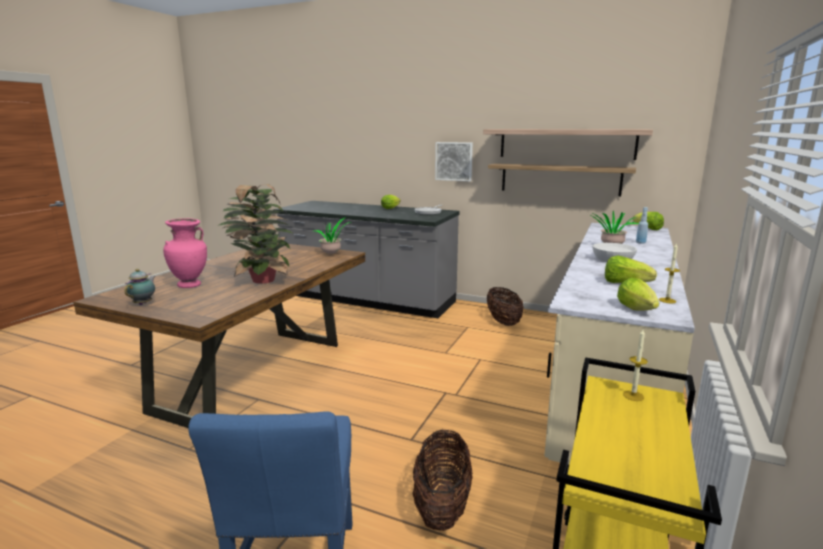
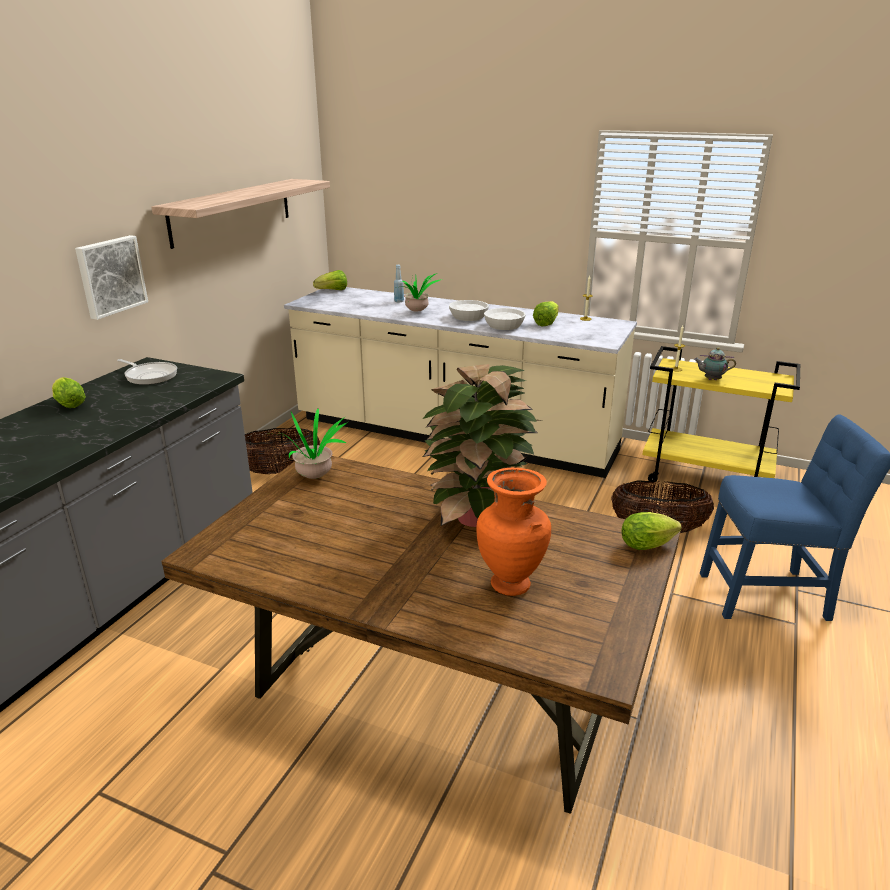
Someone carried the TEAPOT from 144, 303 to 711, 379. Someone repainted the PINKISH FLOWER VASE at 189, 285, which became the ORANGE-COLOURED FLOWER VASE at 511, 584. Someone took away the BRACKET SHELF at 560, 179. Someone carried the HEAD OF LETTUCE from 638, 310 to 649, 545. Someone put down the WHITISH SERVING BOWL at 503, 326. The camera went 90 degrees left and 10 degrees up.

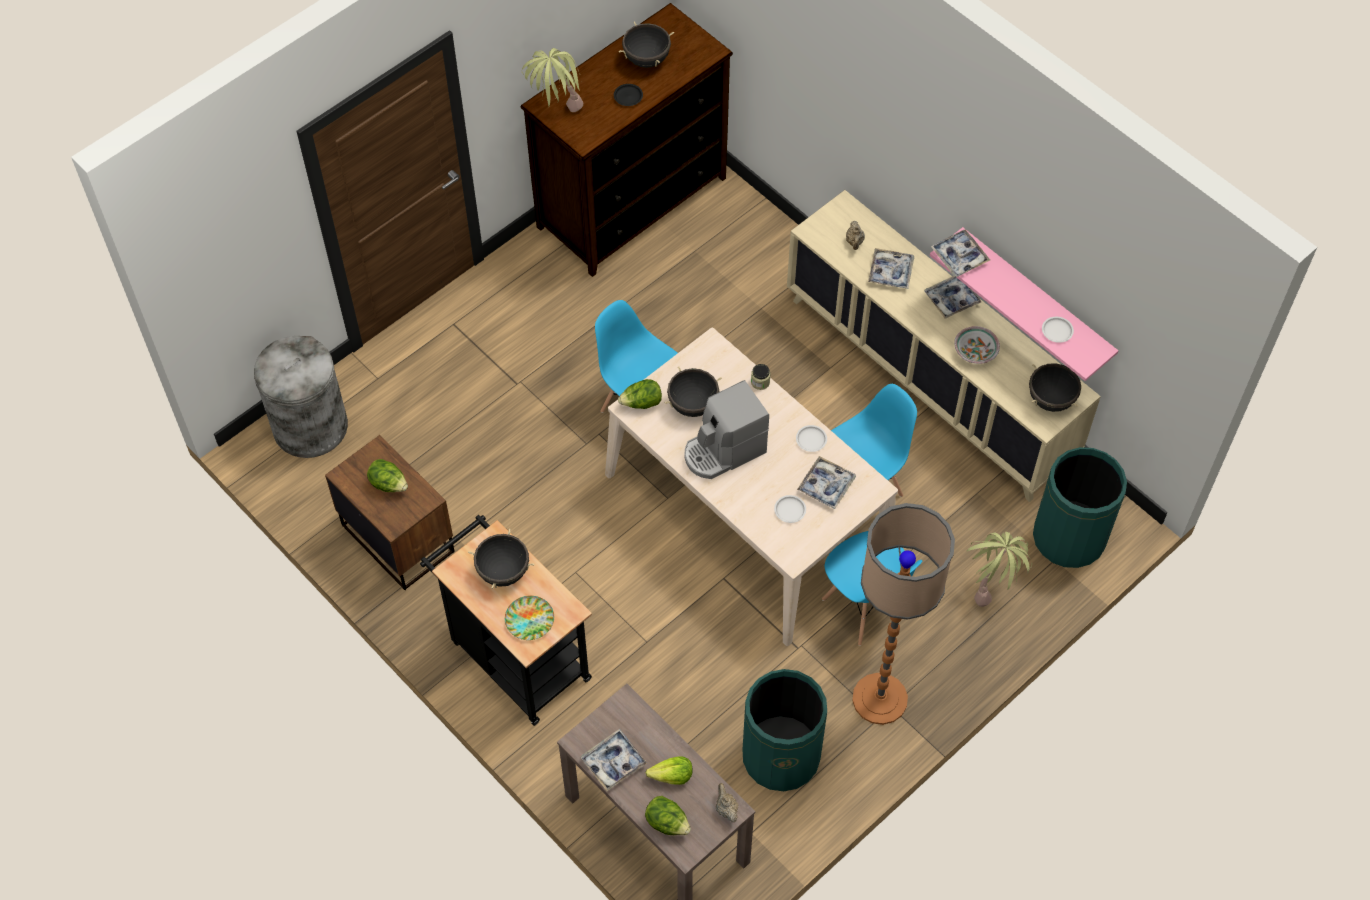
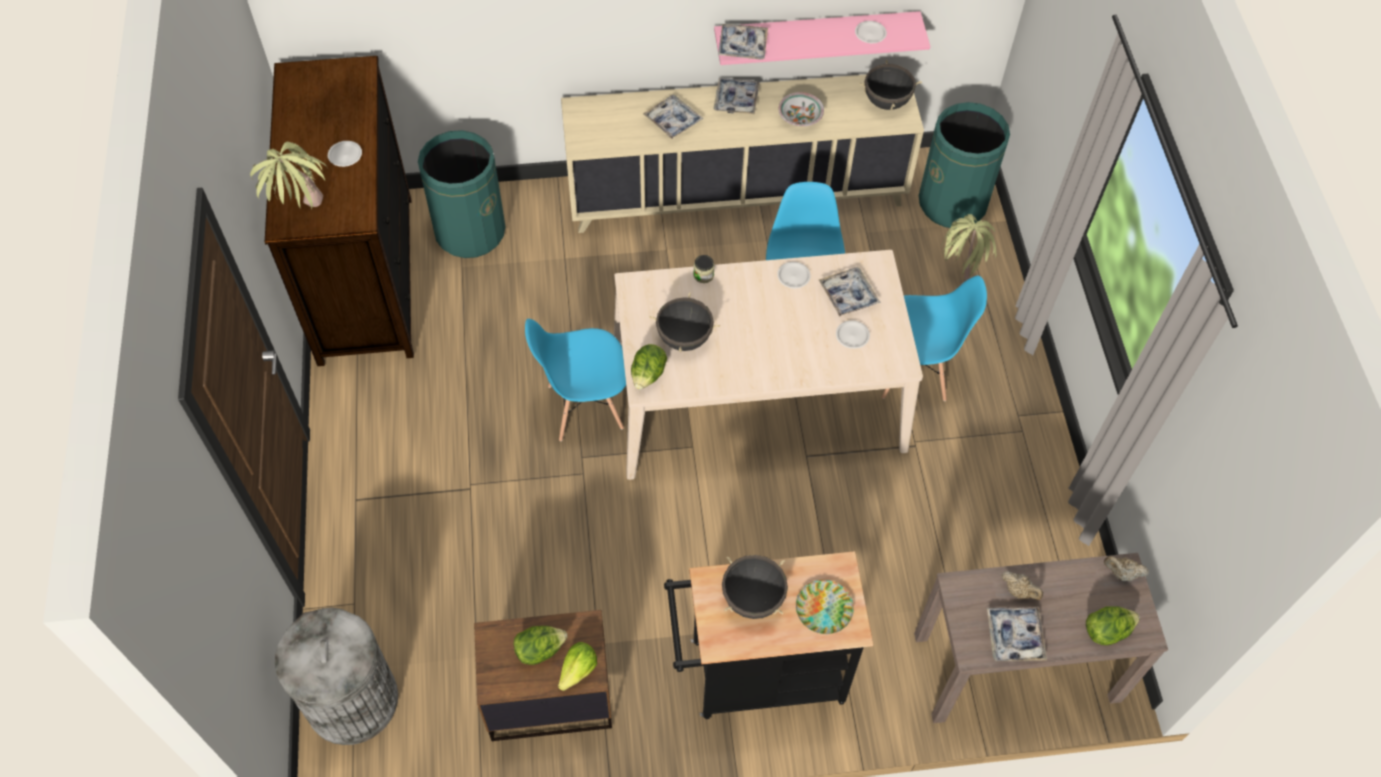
Someone repainted the BLACKISH PLATE at 628, 96, which became the WHITISH PLATE at 345, 156. Someone took away the BLACKISH STOCKPOT at 647, 59. Someone carried the HEAD OF LETTUCE from 671, 776 to 578, 670. Someone took away the COFFEE BREWER at 723, 451. Someone carried the GREENISH WASTE BIN from 781, 756 to 470, 231. Someone carried the BEIGE TEAPOT from 854, 242 to 1018, 591. Someone took away the FLOOR LAMP at 880, 699. The camera went 55 degrees left and 0 degrees up.

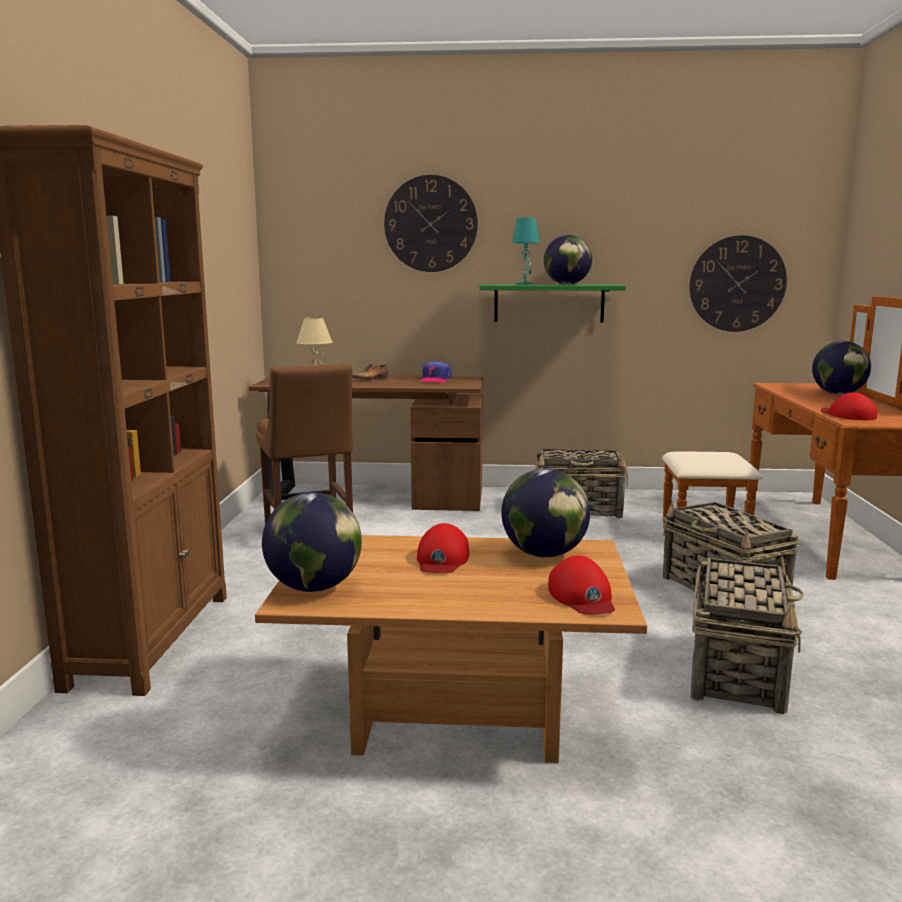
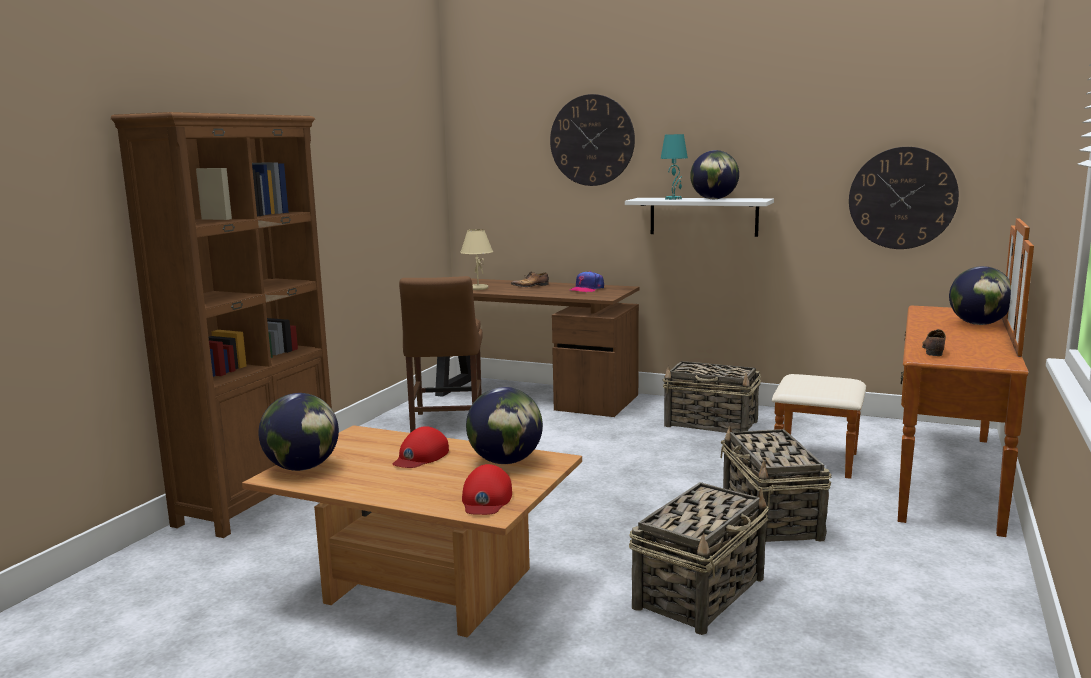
Someone repainted the GREENISH BRACKET SHELF at 549, 303, which became the WHITISH BRACKET SHELF at 703, 216. Someone swapped the RED-COLOURED CAP at 848, 415 for the SHOE at 933, 350. The camera went 20 degrees right and 0 degrees up.

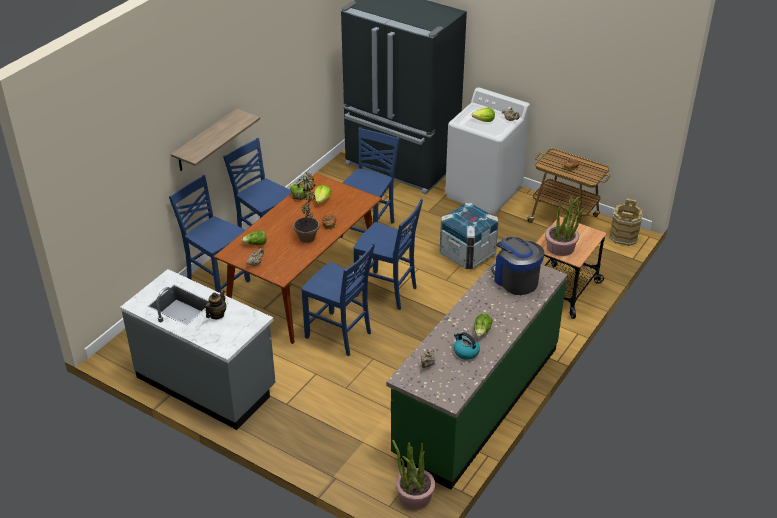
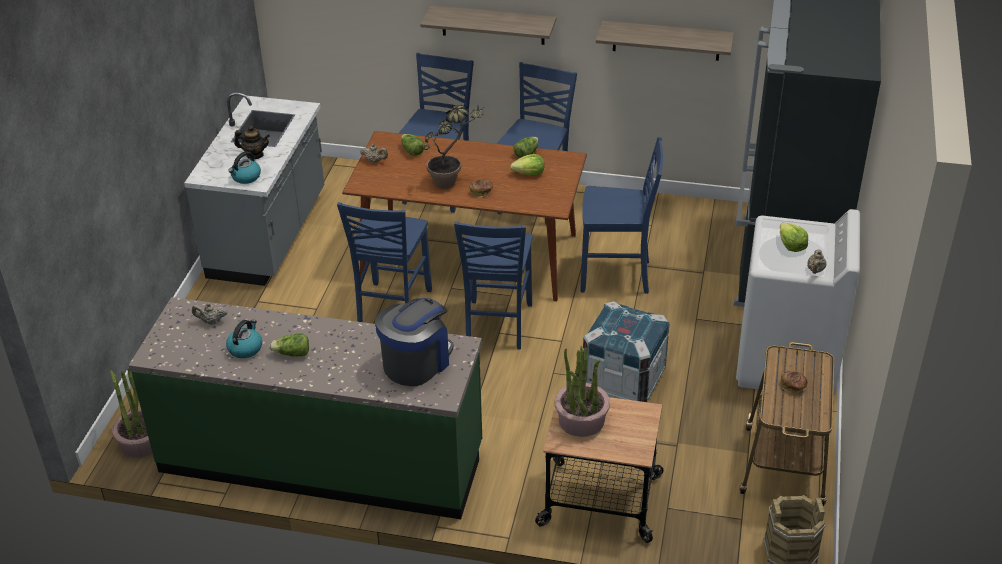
Someone put down the WATER KETTLE at 246, 177. Someone put up the BRACKET SHELF at 666, 40. The camera went 70 degrees right and 0 degrees up.

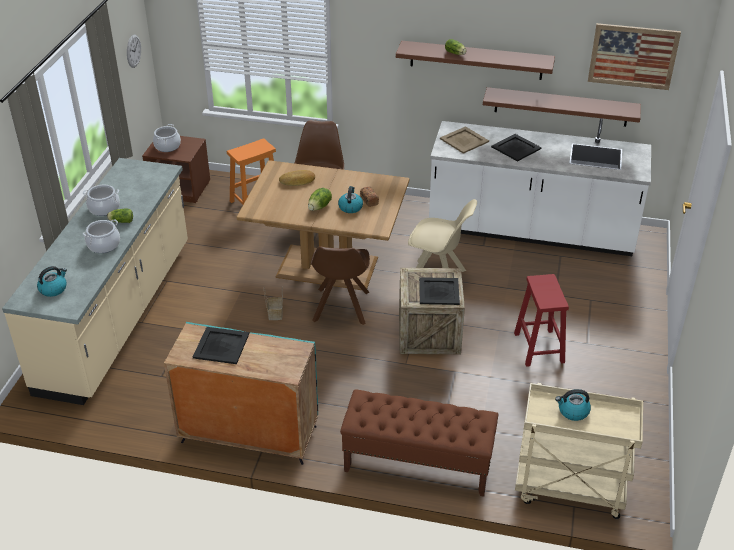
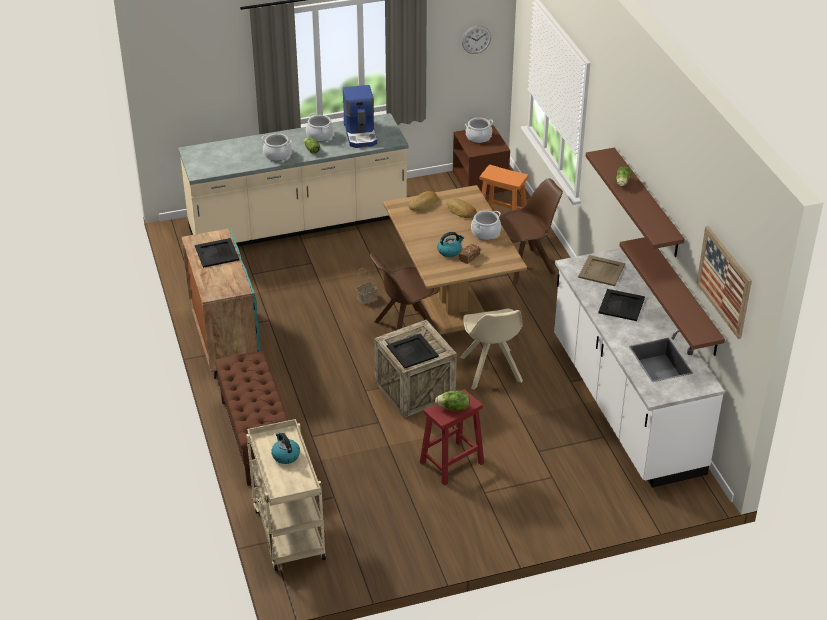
Someone took away the WATER KETTLE at 53, 289. Someone carried the HEAD OF LETTUCE from 320, 207 to 453, 408. Someone put down the COFFEE BREWER at 361, 134. Someone put down the BREAD at 423, 204. Someone put down the STOCKPOT at 485, 233. The camera went 60 degrees right and 0 degrees up.

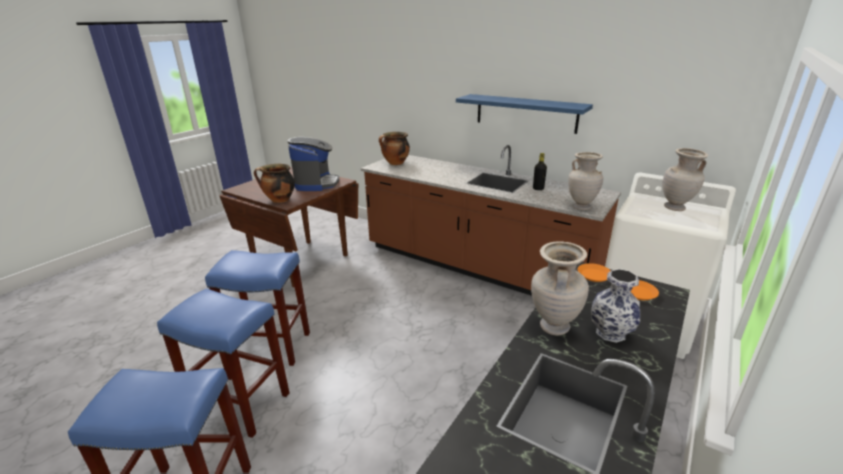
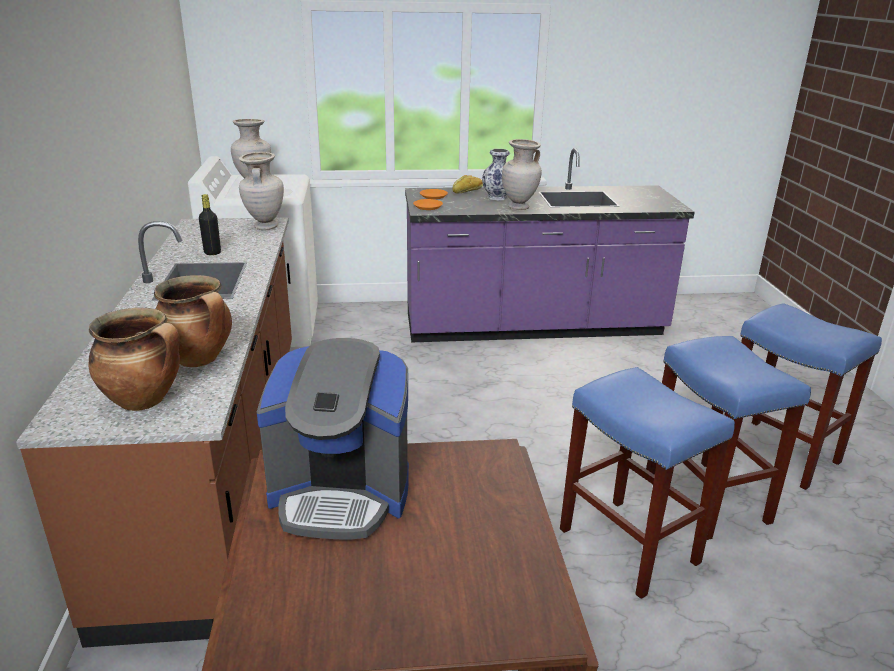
Someone carried the STOCKPOT from 279, 200 to 200, 359. Someone rotated the COFFEE BREWER at 316, 183 by 135 degrees counterclockwise. Someone took away the BLUE-COLOURED BRACKET SHELF at 525, 113. Someone put down the BREAD at 468, 191. The camera went 130 degrees left and 0 degrees up.

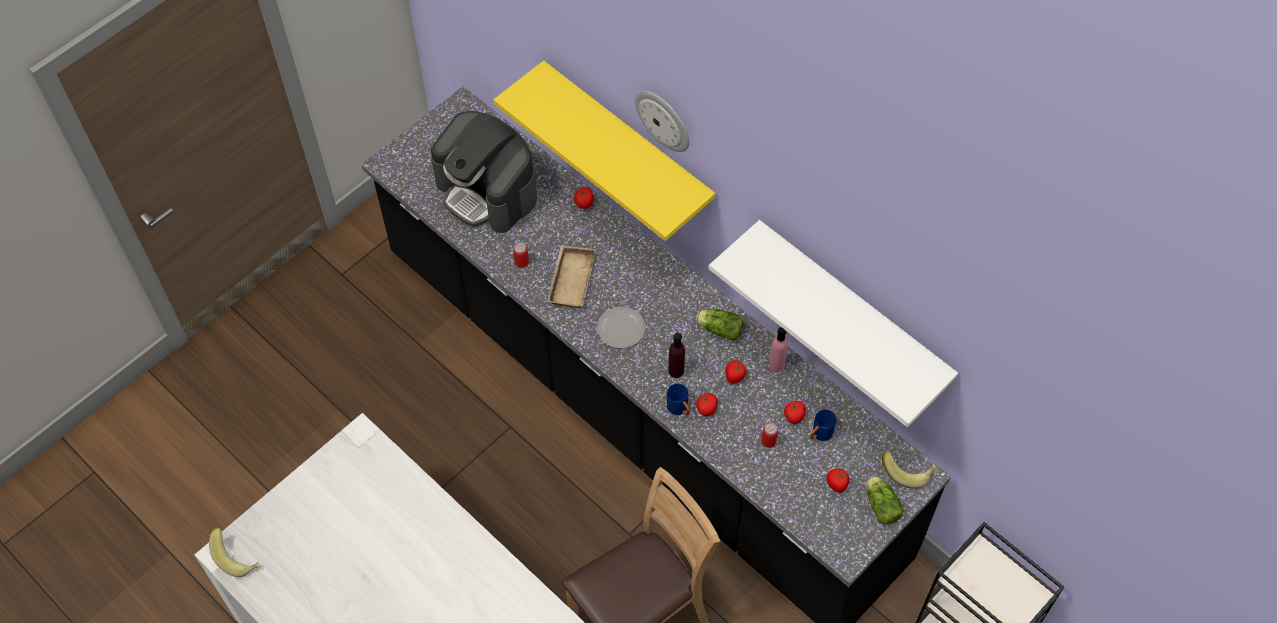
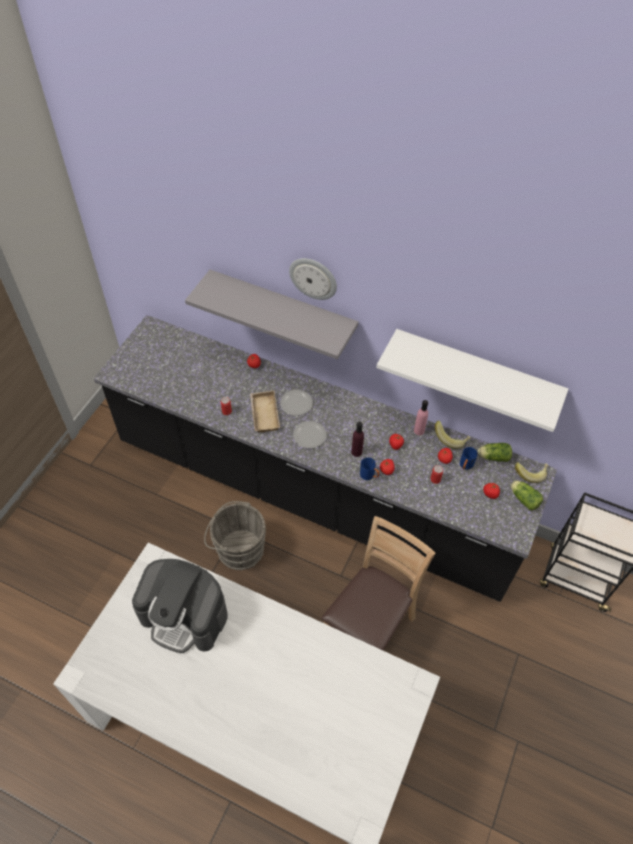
Someone carried the WHOLE BANANA from 238, 557 to 451, 438. Someone carried the COFFEE BREWER from 487, 191 to 185, 616. Someone repainted the YELLOW-COLOURED BRACKET SHELF at 627, 142, which became the GREY BRACKET SHELF at 282, 308. Someone carried the HEAD OF LETTUCE from 718, 329 to 492, 457. Someone put down the GREY BUCKET at 238, 548. Someone put down the PLATE at 297, 404. The camera went 20 degrees left and 5 degrees down.

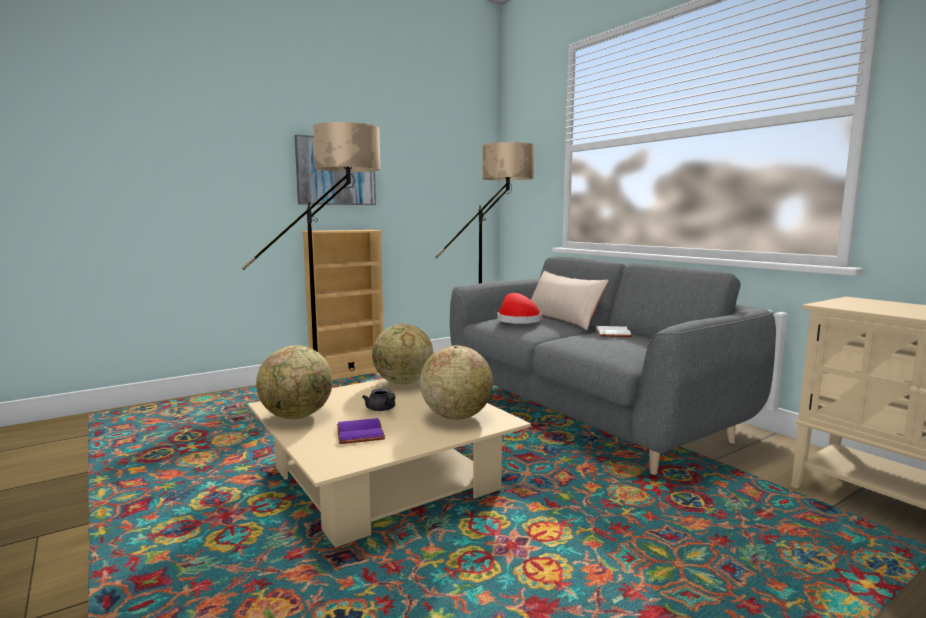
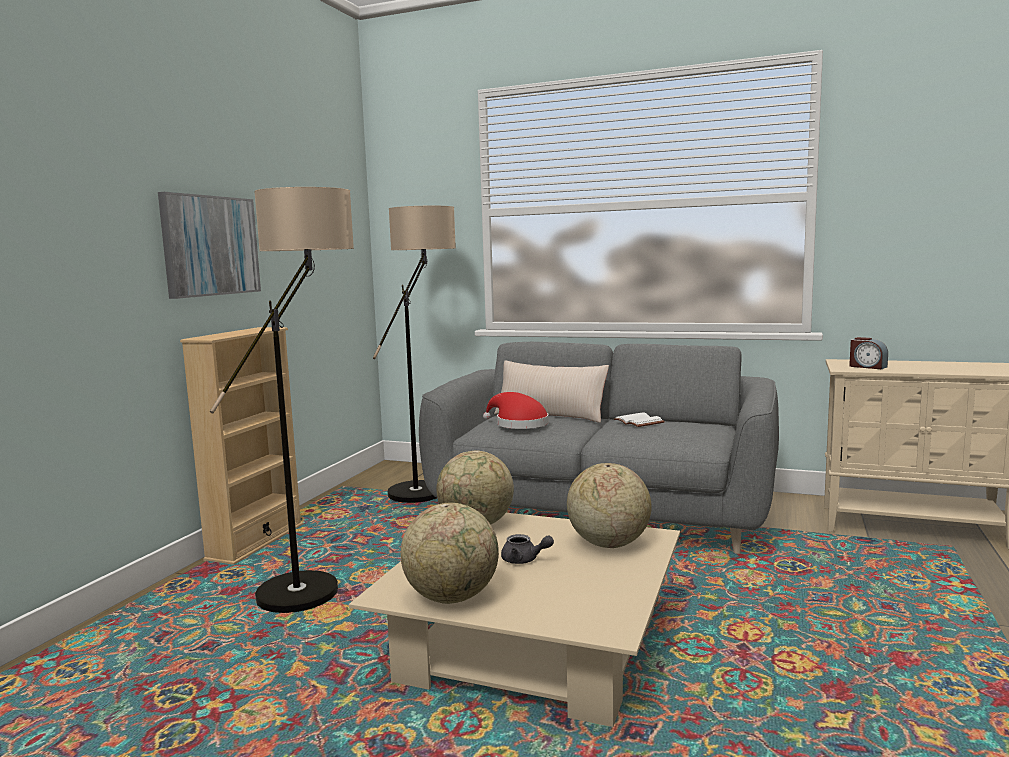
Someone took away the PURPLE BOOK at 361, 433. Someone put down the TABLE CLOCK at 867, 367. The camera went 35 degrees left and 0 degrees up.

